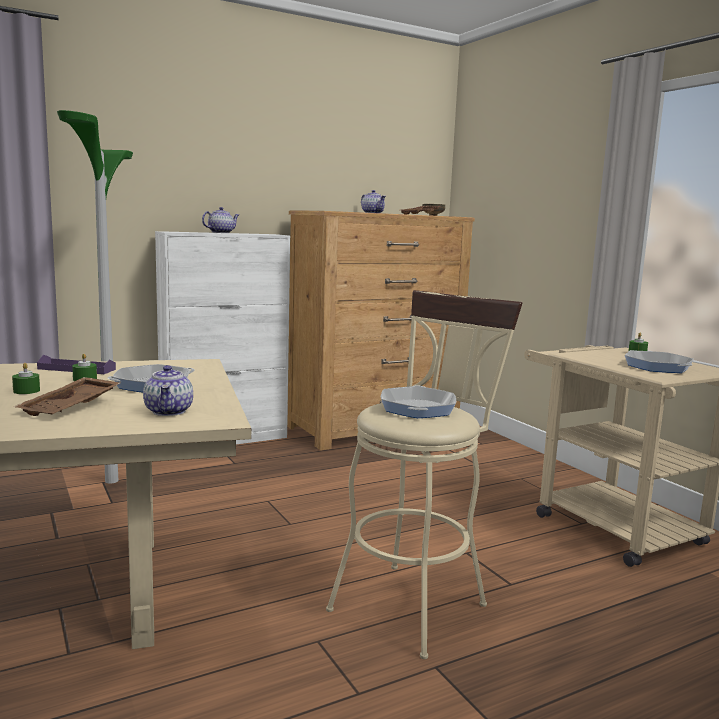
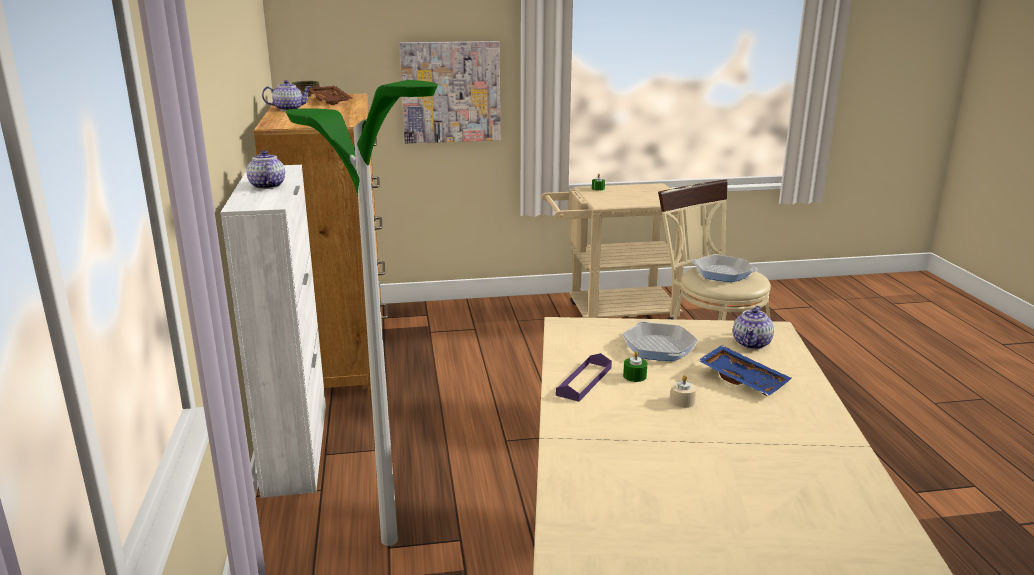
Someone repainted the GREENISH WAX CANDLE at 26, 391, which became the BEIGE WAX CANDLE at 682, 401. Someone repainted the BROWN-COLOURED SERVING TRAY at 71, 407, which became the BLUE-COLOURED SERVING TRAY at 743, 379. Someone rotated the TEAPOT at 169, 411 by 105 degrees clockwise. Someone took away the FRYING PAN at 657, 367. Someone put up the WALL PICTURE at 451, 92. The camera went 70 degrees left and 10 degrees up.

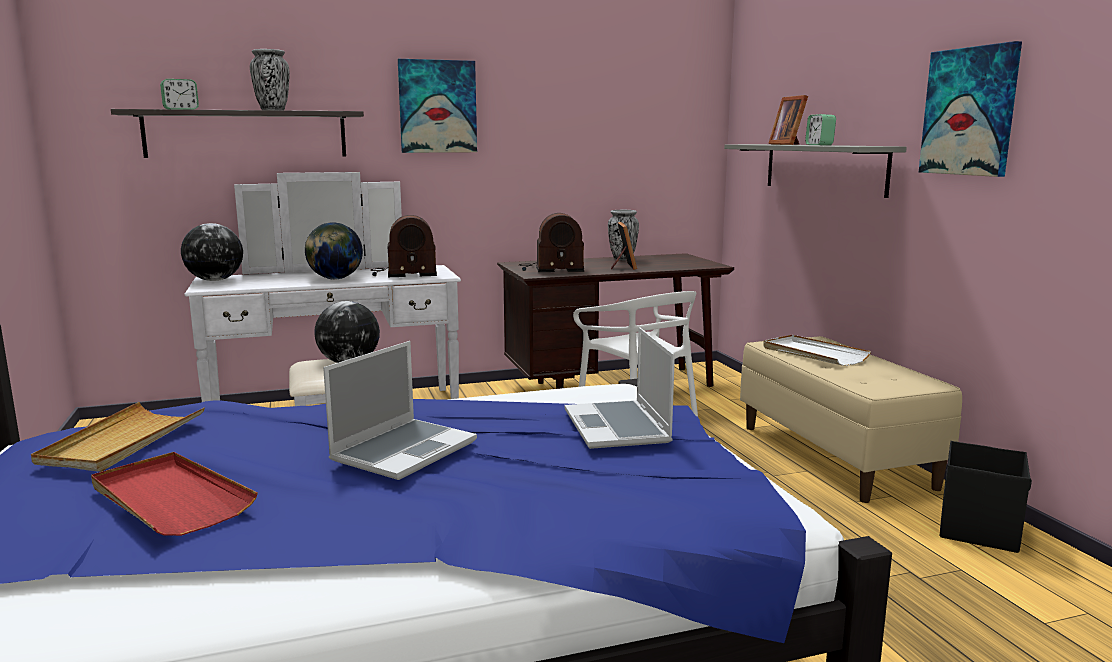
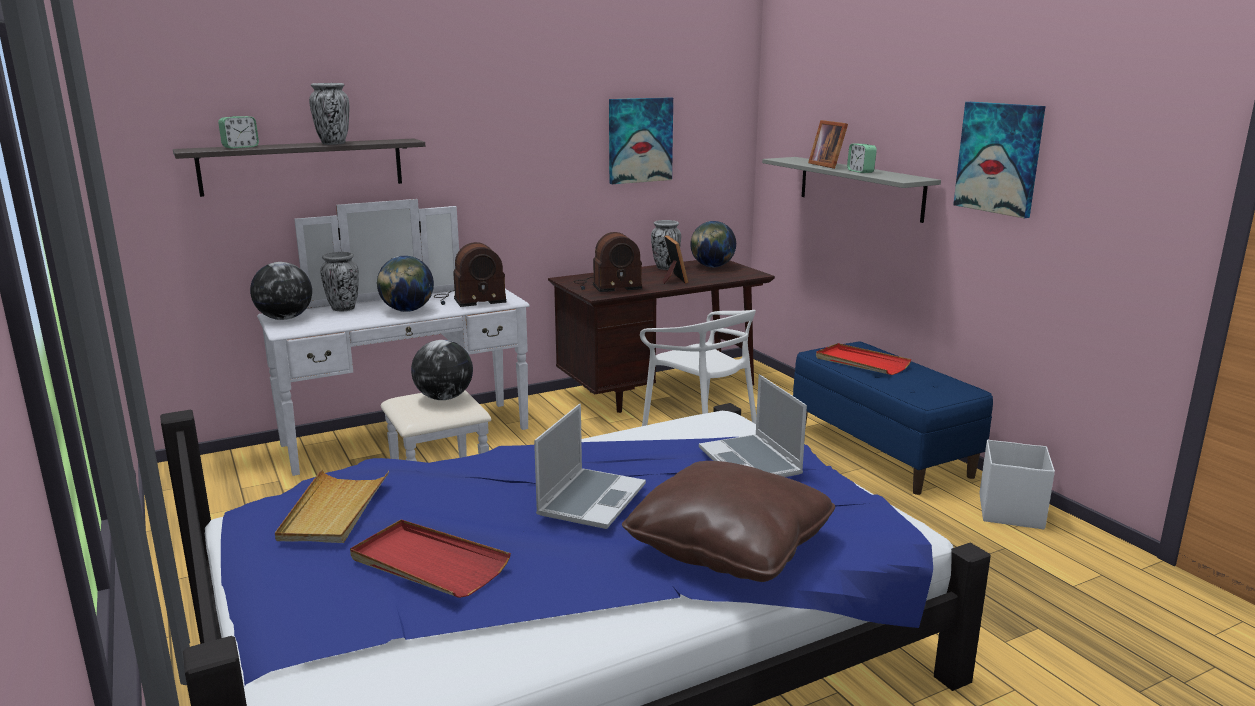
Someone carried the WALL PICTURE from 437, 106 to 639, 140. Someone repainted the BEIGE BENCH at 836, 456, which became the BLUE-COLOURED BENCH at 882, 451. Someone repainted the WHITISH SERVING TRAY at 813, 354, which became the RED-COLOURED SERVING TRAY at 861, 362. Someone repainted the BLACKISH STORAGE BIN at 979, 529, which became the WHITISH STORAGE BIN at 1011, 511. Someone put down the FLOWER VASE at 343, 309. Someone put down the BROWN-COLOURED CUSHION at 729, 546. Someone put down the DESK GLOBE at 712, 267. The camera went 10 degrees left and 5 degrees up.

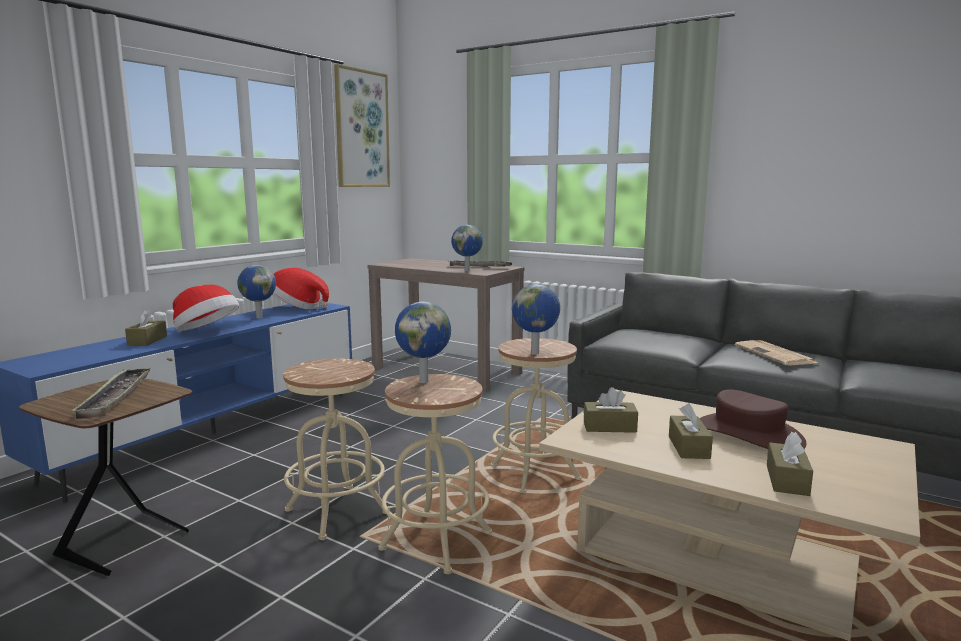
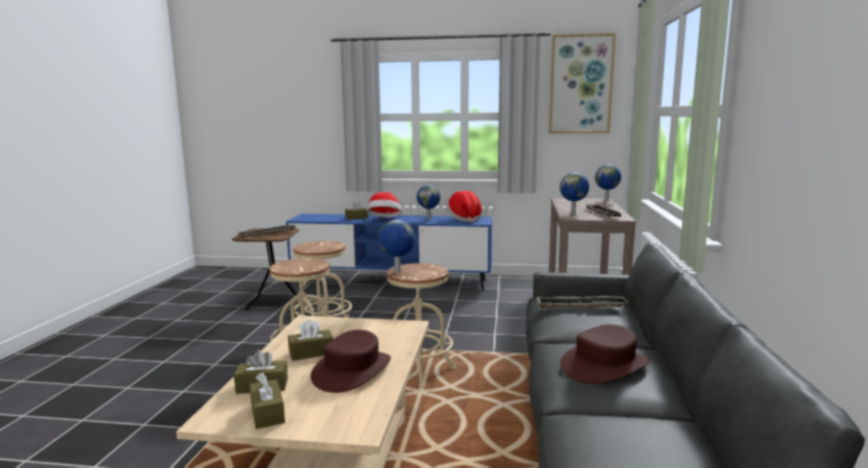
Someone carried the DESK GLOBE from 424, 381 to 607, 201. Someone carried the BROWN-COLOURED TISSUE BOX from 609, 427 to 267, 413. Someone swapped the DAILY PAPER at 776, 354 for the BROWN-COLOURED HAT at 604, 365. Someone put down the SERVING TRAY at 581, 307. The camera went 65 degrees right and 0 degrees up.

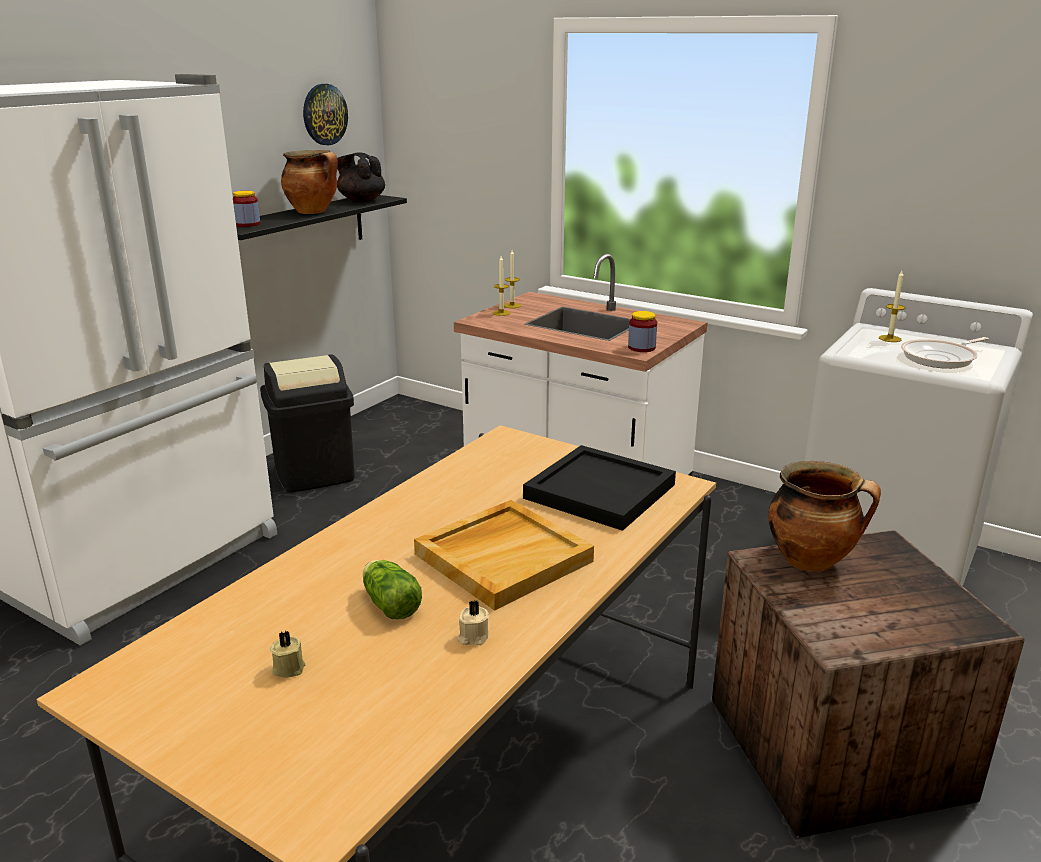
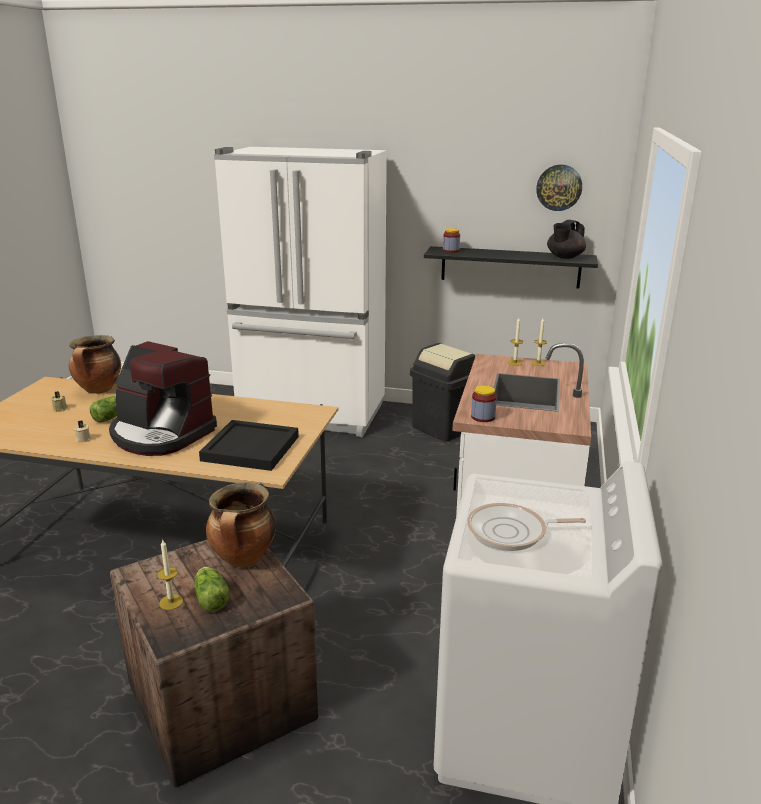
Someone carried the STOCKPOT from 313, 212 to 99, 390. Someone rotated the BLACKISH TEAPOT at 361, 200 by 150 degrees counterclockwise. Someone swapped the BEIGE SERVING TRAY at 503, 557 for the COFFEE BREWER at 161, 434. Someone carried the WAX CANDLE from 890, 338 to 171, 602. Someone rotated the FRYING PAN at 941, 358 by 45 degrees counterclockwise. Someone put down the HEAD OF LETTUCE at 211, 598. The camera went 70 degrees right and 0 degrees up.

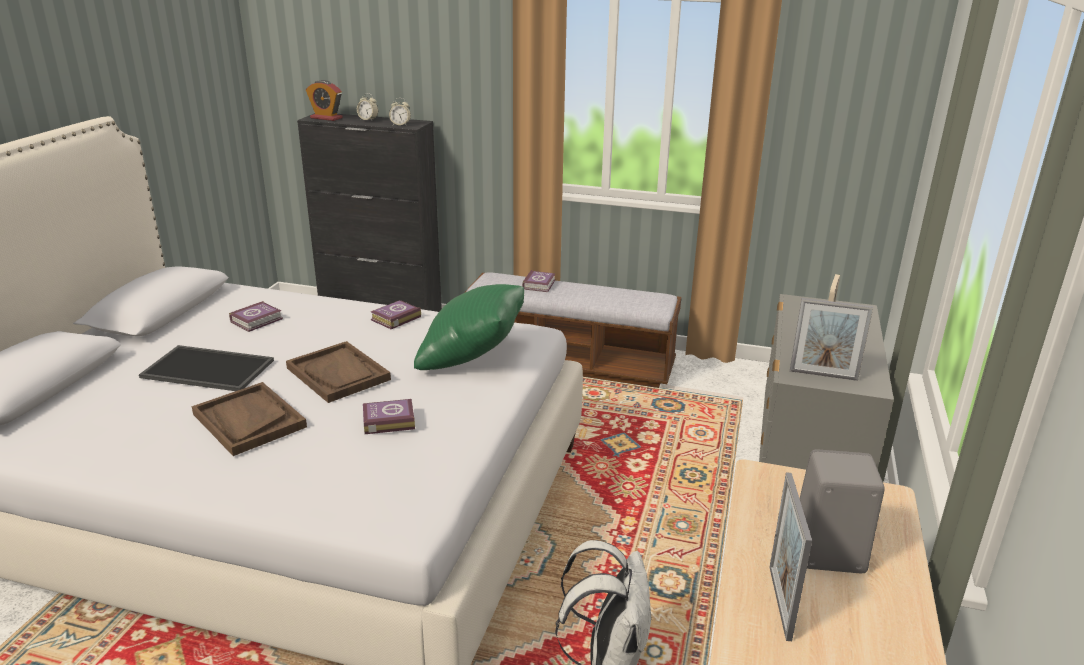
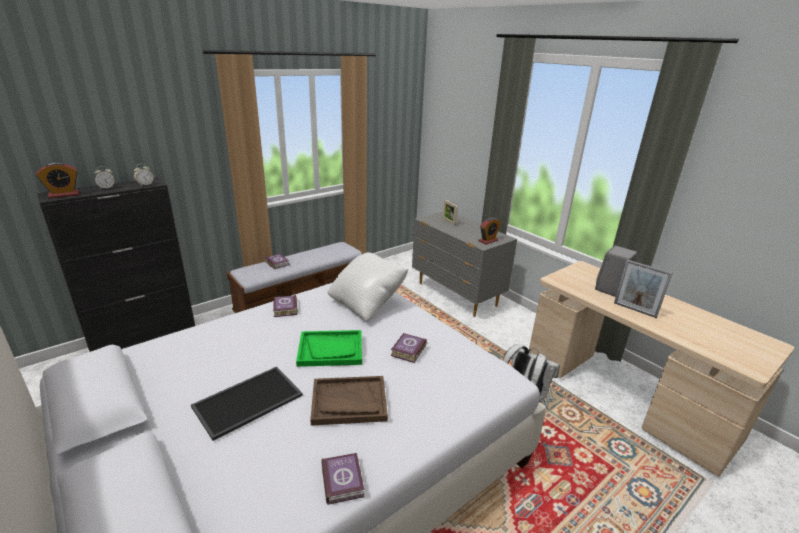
Someone carried the BOOK from 258, 320 to 343, 479. Someone repainted the BROWN-COLOURED SERVING TRAY at 338, 374, which became the GREENISH SERVING TRAY at 331, 349. Someone repainted the GREENISH CUSHION at 473, 358, which became the WHITISH CUSHION at 367, 303. Someone swapped the PHOTO FRAME at 823, 375 for the TABLE CLOCK at 488, 241. The camera went 55 degrees left and 0 degrees up.

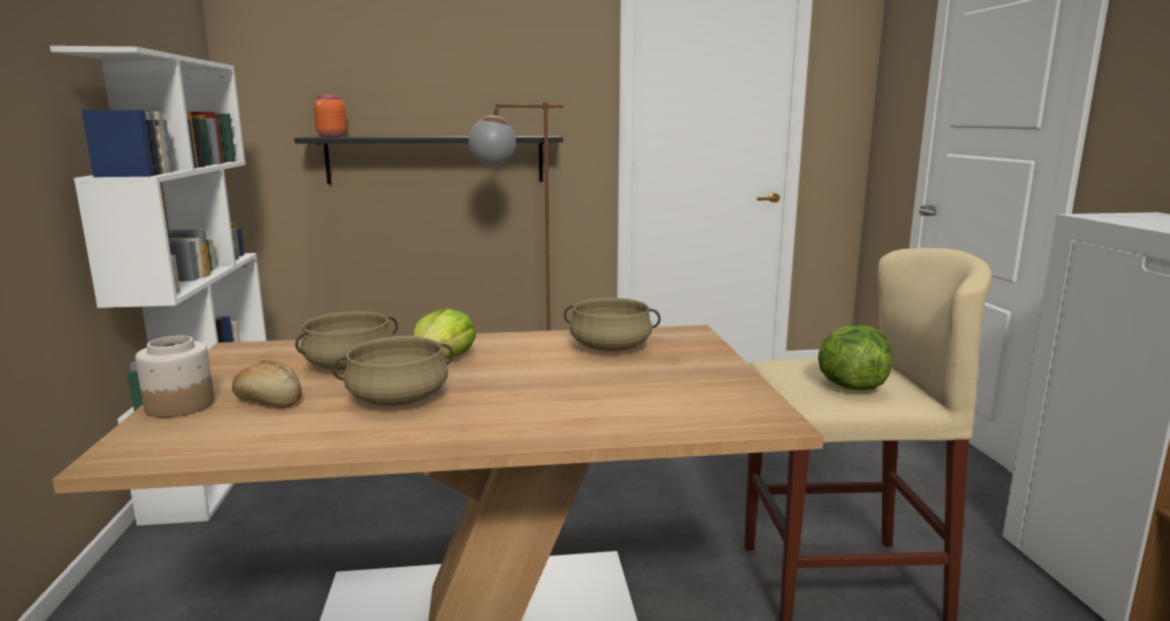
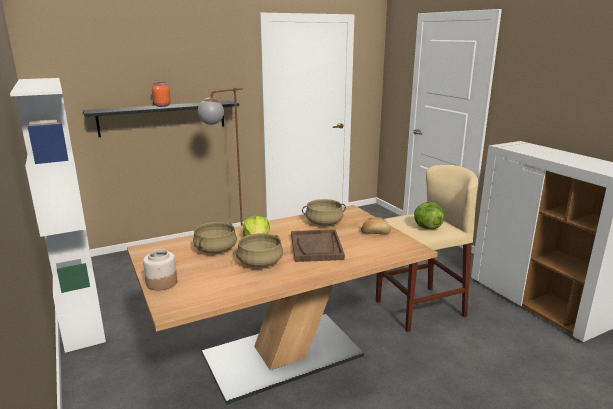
Someone carried the BREAD from 269, 401 to 375, 233. Someone carried the ORANGE-COLOURED PRESERVE JAR from 331, 136 to 161, 106. Someone put down the BROWN-COLOURED SERVING TRAY at 316, 247. The camera went 20 degrees left and 5 degrees up.

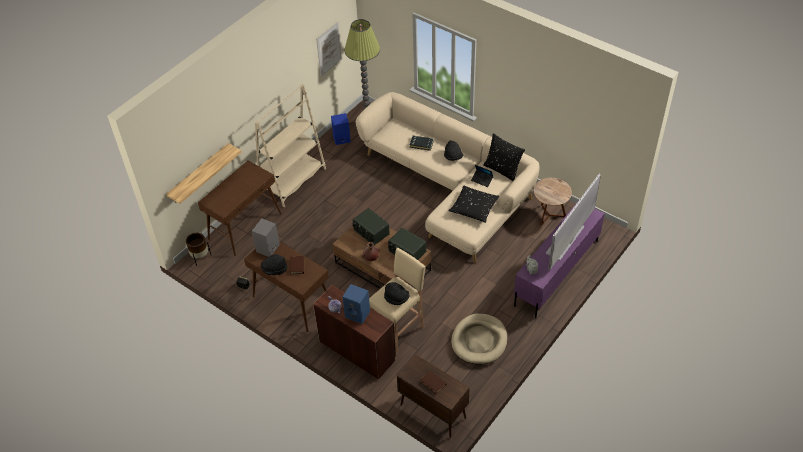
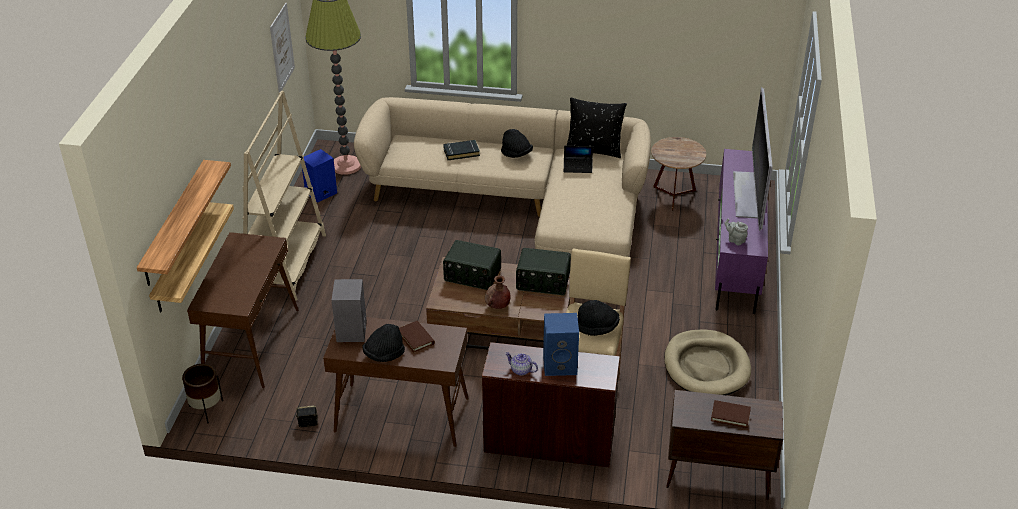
Someone took away the BLACKISH CUSHION at 474, 207. Someone put up the BRACKET SHELF at 174, 223. The camera went 30 degrees left and 10 degrees down.

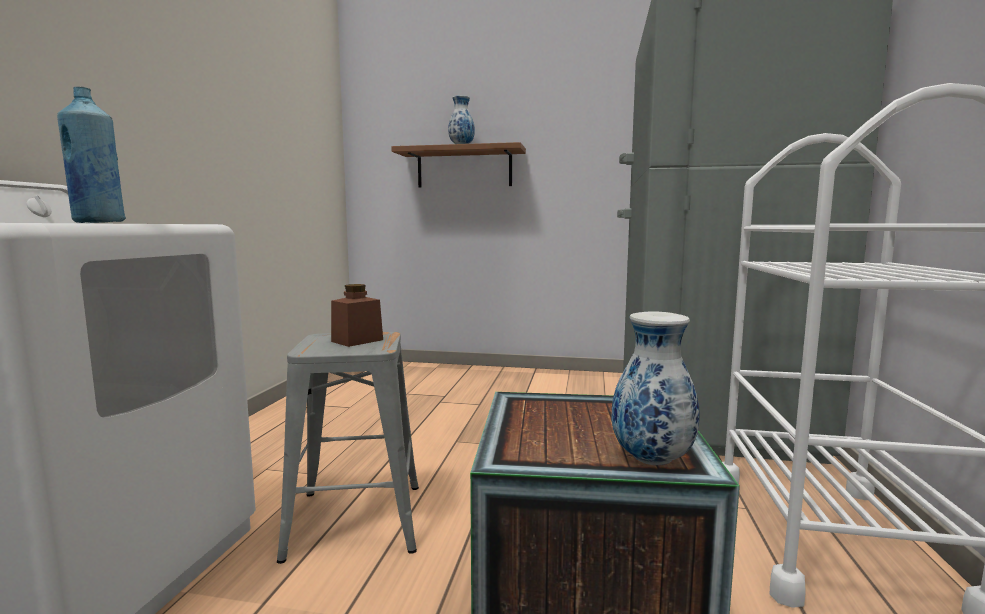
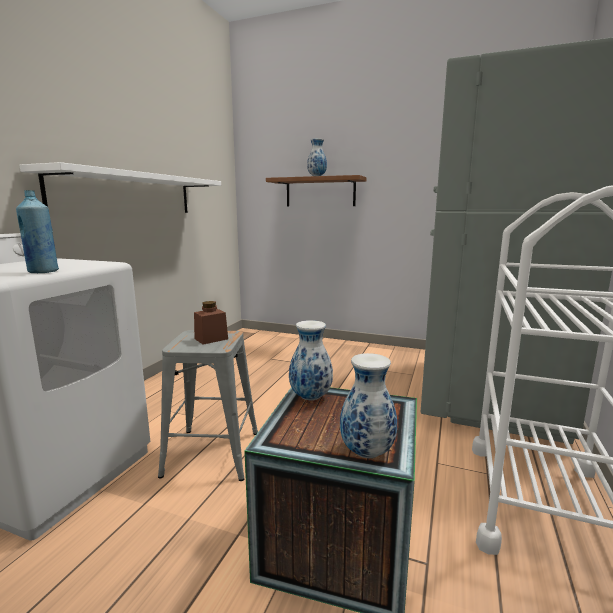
Someone put up the WHITISH BRACKET SHELF at 128, 194. Someone put down the FLOWER VASE at 311, 397. The camera went 10 degrees right and 5 degrees up.

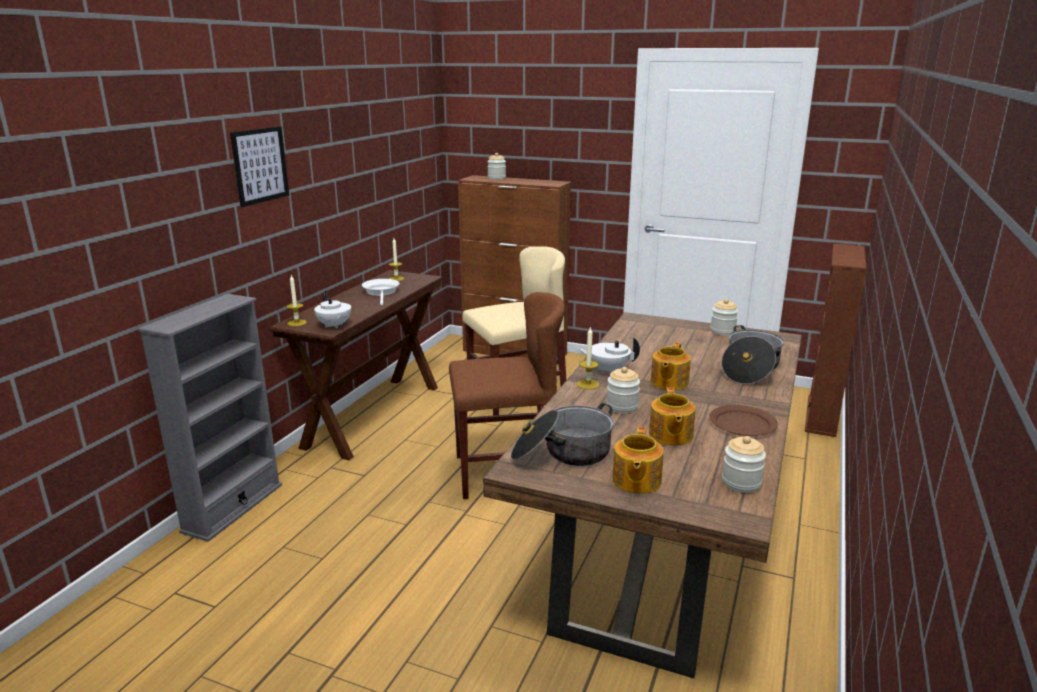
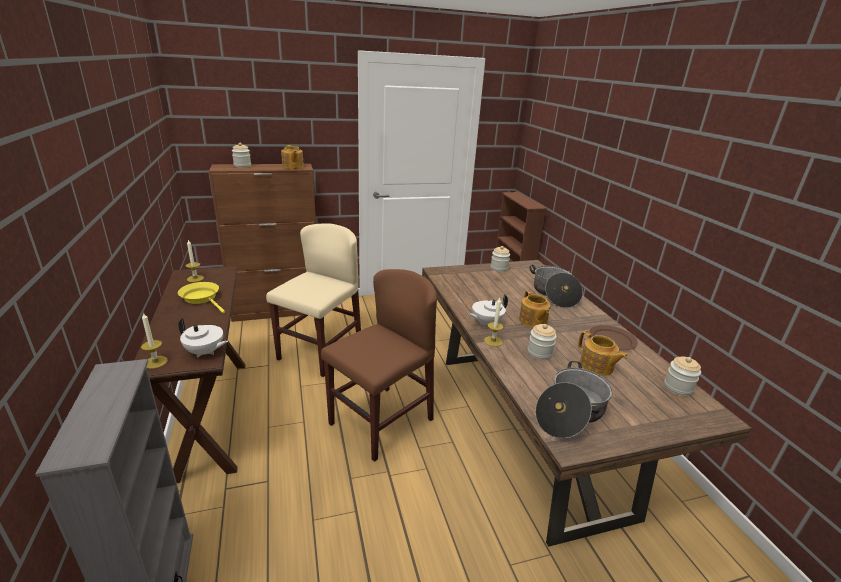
Someone took away the WALL PICTURE at 260, 165. Someone repainted the WHITISH FRYING PAN at 381, 292, which became the YELLOW-COLOURED FRYING PAN at 202, 298. Someone carried the TEAPOT from 635, 481 to 292, 166. The camera went 40 degrees left and 5 degrees up.

